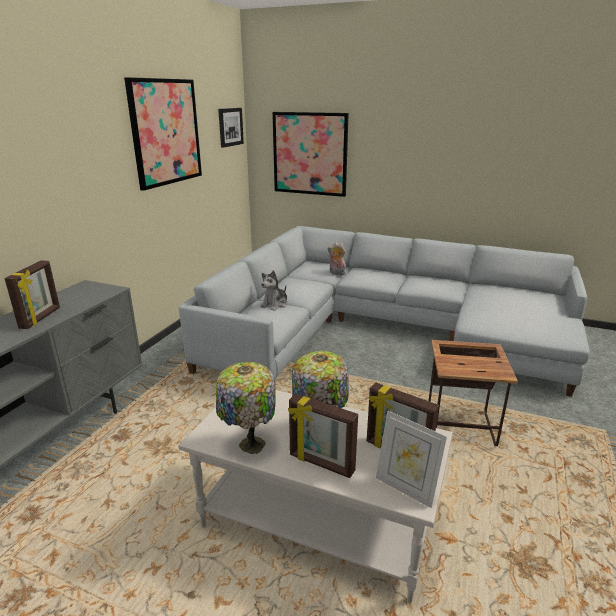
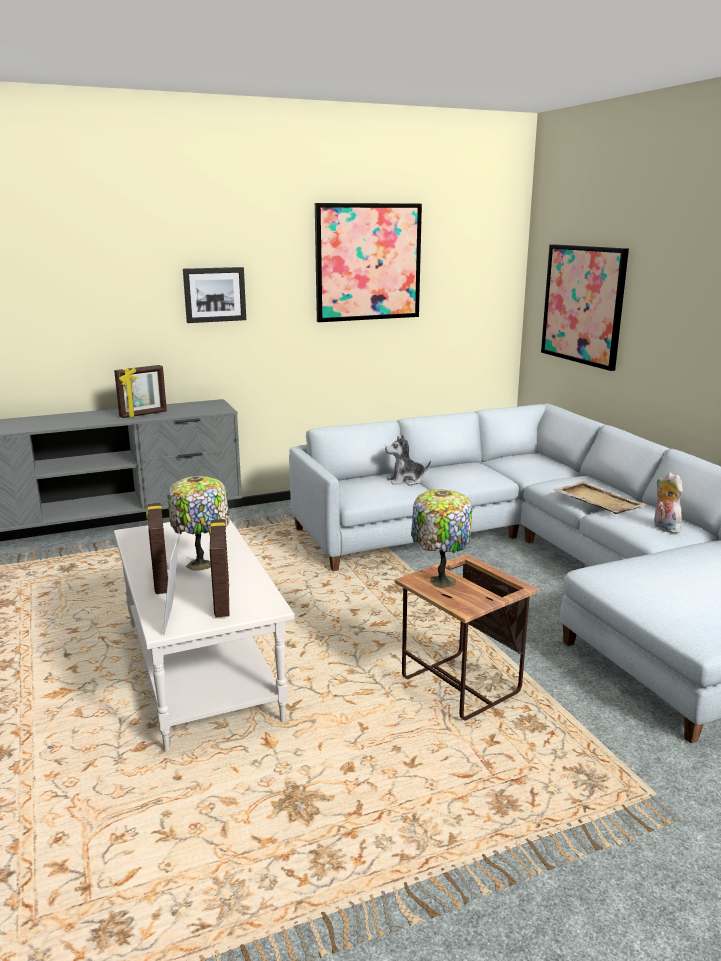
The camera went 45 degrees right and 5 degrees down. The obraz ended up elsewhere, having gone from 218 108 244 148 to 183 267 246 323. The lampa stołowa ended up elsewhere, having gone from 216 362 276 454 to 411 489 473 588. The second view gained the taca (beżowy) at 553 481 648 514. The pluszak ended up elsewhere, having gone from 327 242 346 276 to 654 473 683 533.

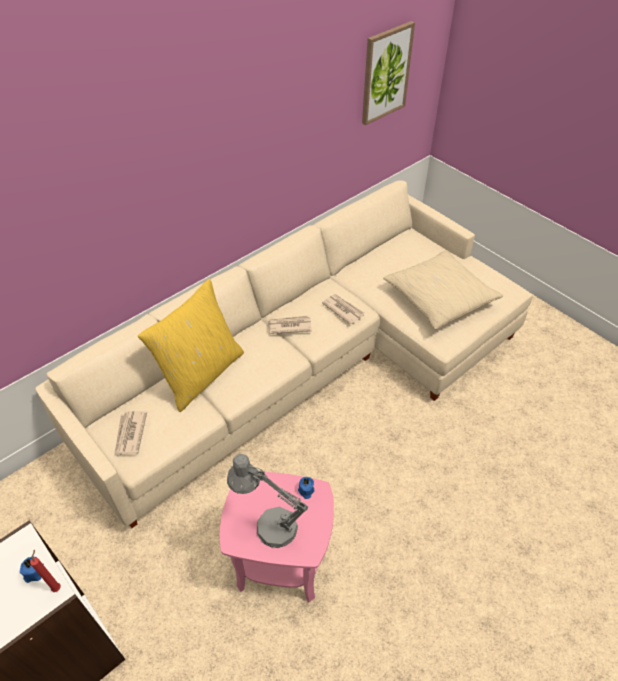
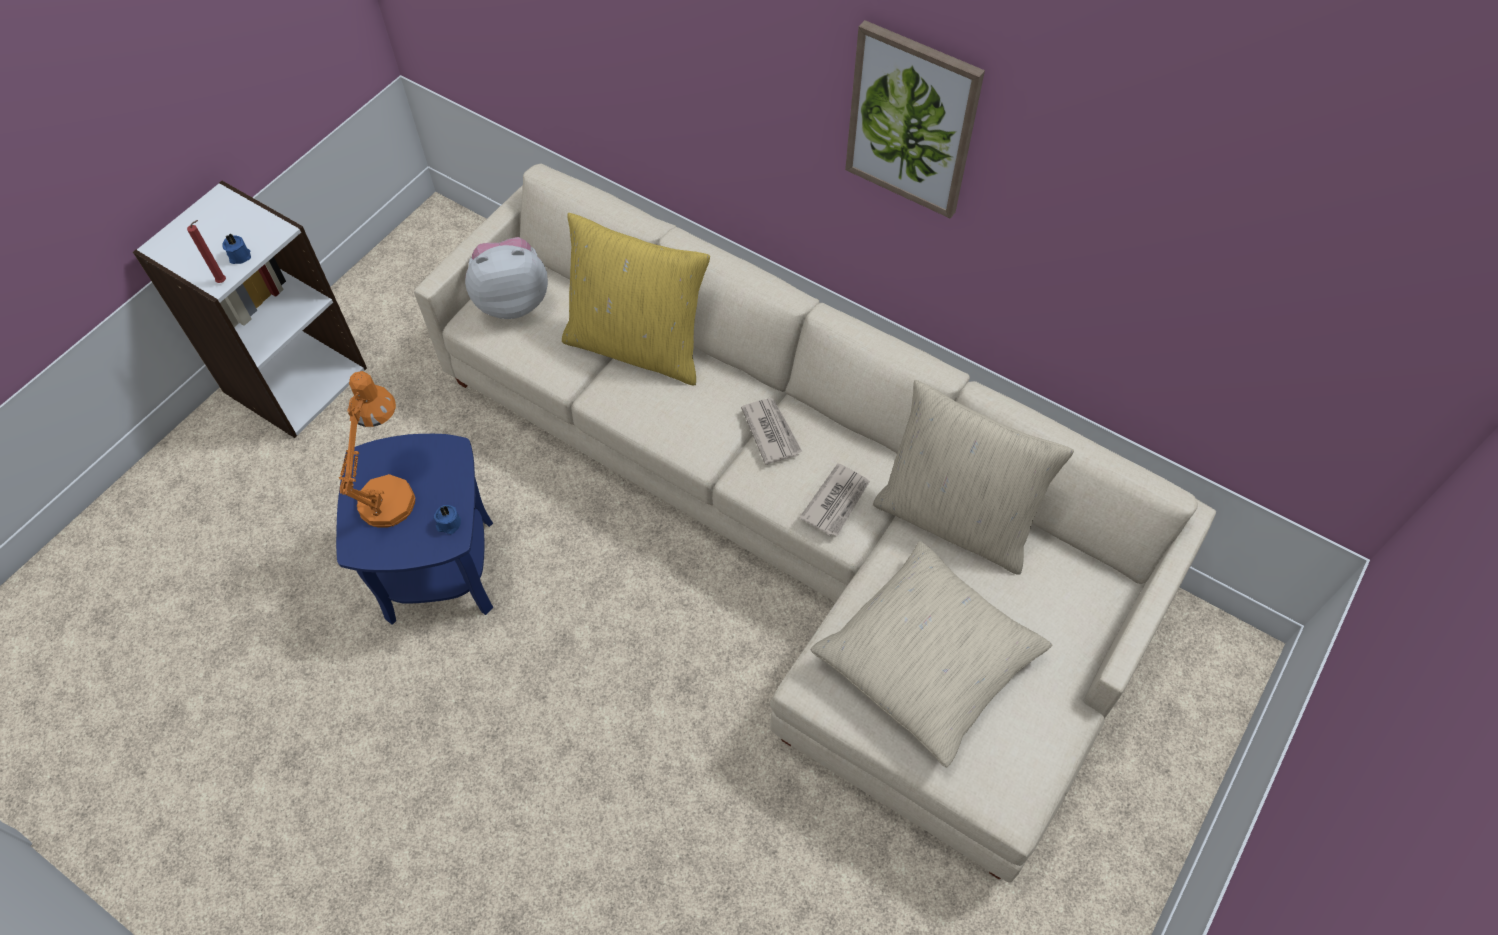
The camera went 75 degrees right and 10 degrees up. What was the stolik (różowy) at 220 472 334 602 turned into the stolik (niebieski) at 336 434 493 625. What was the lampa stołowa (szary) at 227 454 308 548 turned into the lampa stołowa (pomarańczowy) at 339 371 415 528. Where the gazeta stood at 114 411 147 456, the pluszak came to stand at 465 237 548 319. The obraz ended up elsewhere, having gone from 362 21 415 125 to 845 20 985 219. The second view gained the poduszka (beżowy) at 873 380 1074 575.

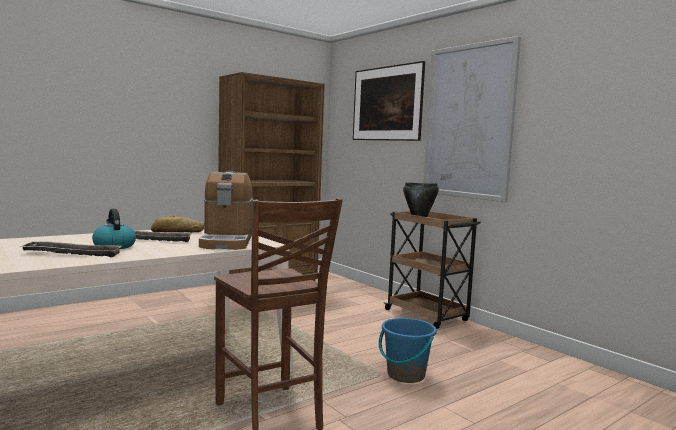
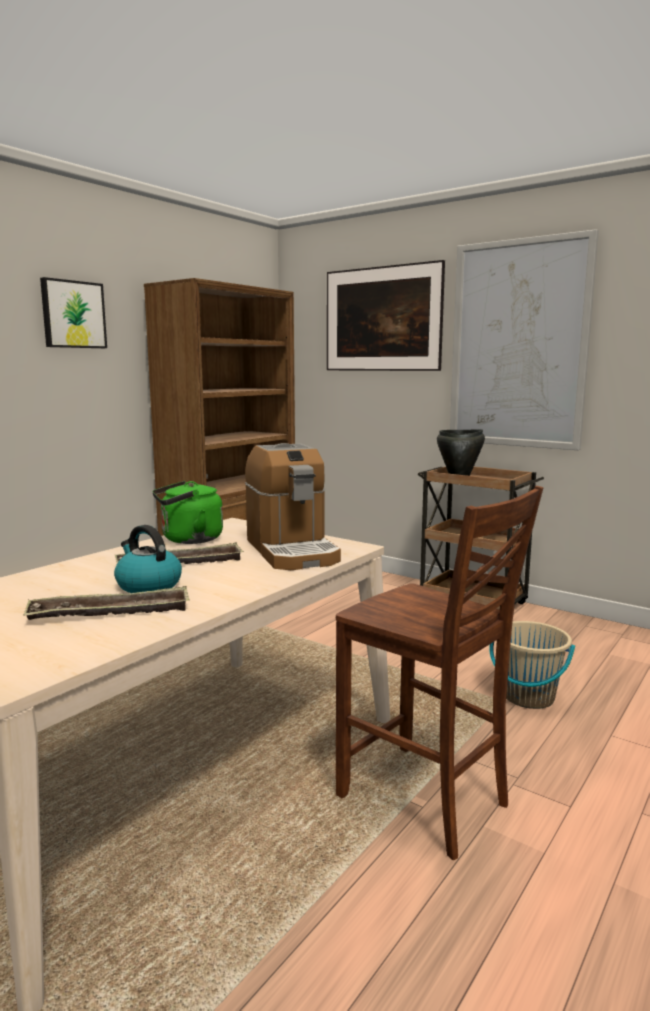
The camera went 15 degrees left and 5 degrees up. The second view gained the obraz at 40 277 107 348. Where the chleb stood at 151 216 204 232, the czajnik (zielony) came to stand at 152 481 223 544. What was the wiadro (niebieski) at 379 318 437 383 turned into the wiadro (beżowy) at 489 621 575 709.

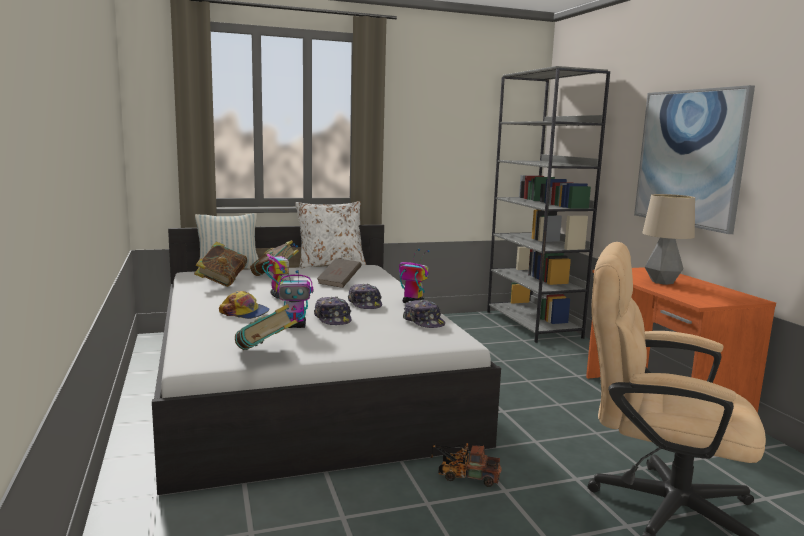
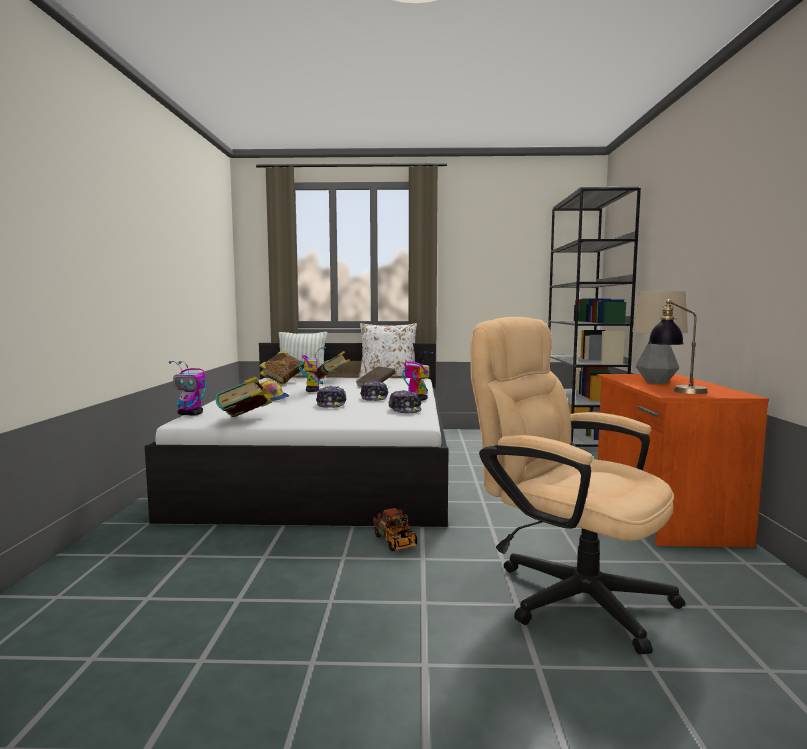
The camera went 20 degrees right and 5 degrees down. The robot zabawkowy ended up elsewhere, having gone from 277 270 313 328 to 169 361 206 416. The ciężarówka zabawkowa at 430 443 502 487 ended up facing another way, 150 degrees counterclockwise from before. The second view gained the lampa stołowa at 648 299 708 394. The second view lost the obraz at 634 85 755 234.

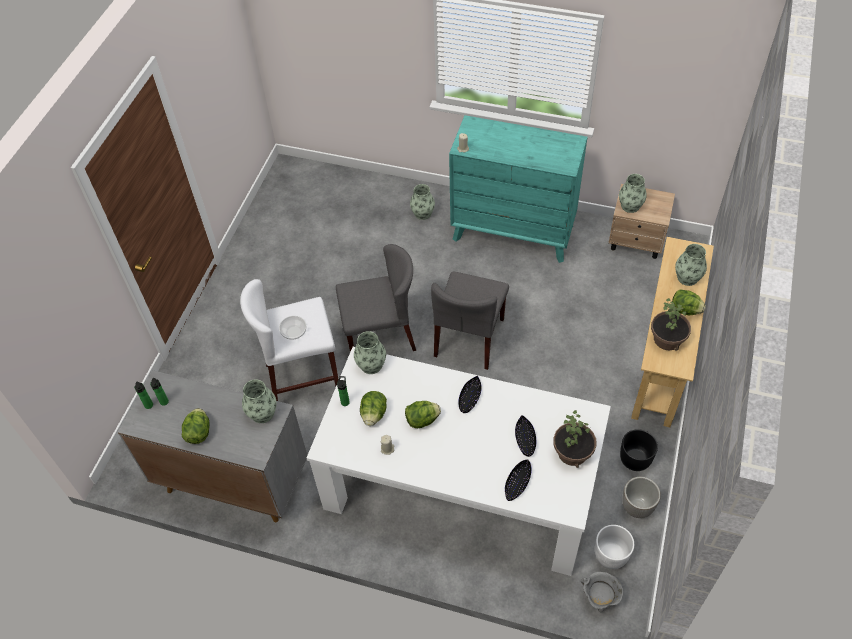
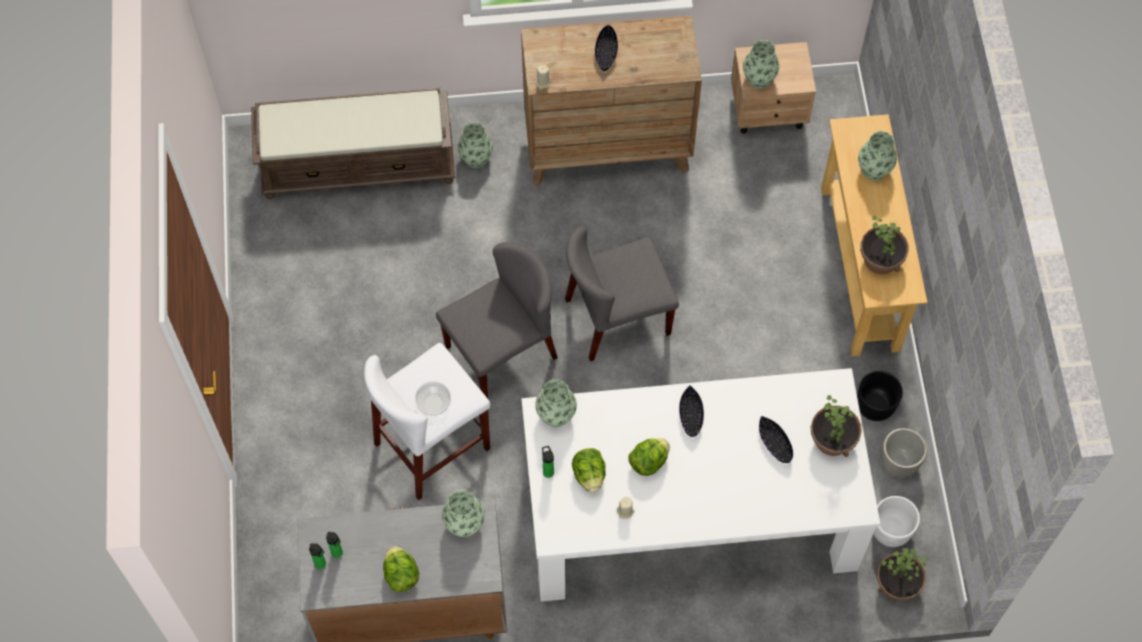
The camera went 25 degrees left and 10 degrees up. The second view gained the ławka (brązowy) at 251 87 455 199. What was the komoda (turkusowy) at 449 115 587 263 turned into the komoda (brązowy) at 521 15 702 186. The krzesło (szary) at 431 272 509 370 ended up facing another way, 75 degrees clockwise from before. The miska (czarny) ended up elsewhere, having gone from 505 459 532 501 to 595 25 618 71. Where the garnek (szary) stood at 581 572 623 612, the roślina doniczkowa came to stand at 877 548 929 600. The second view lost the sałata at 672 289 706 315.

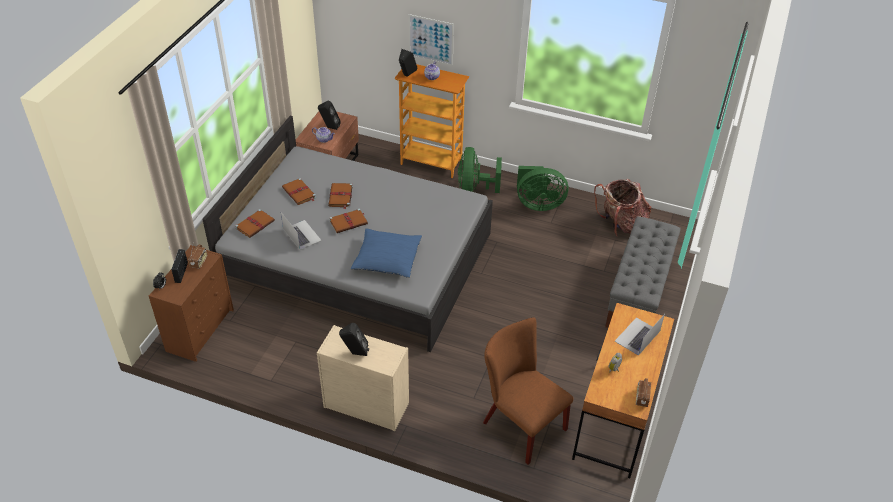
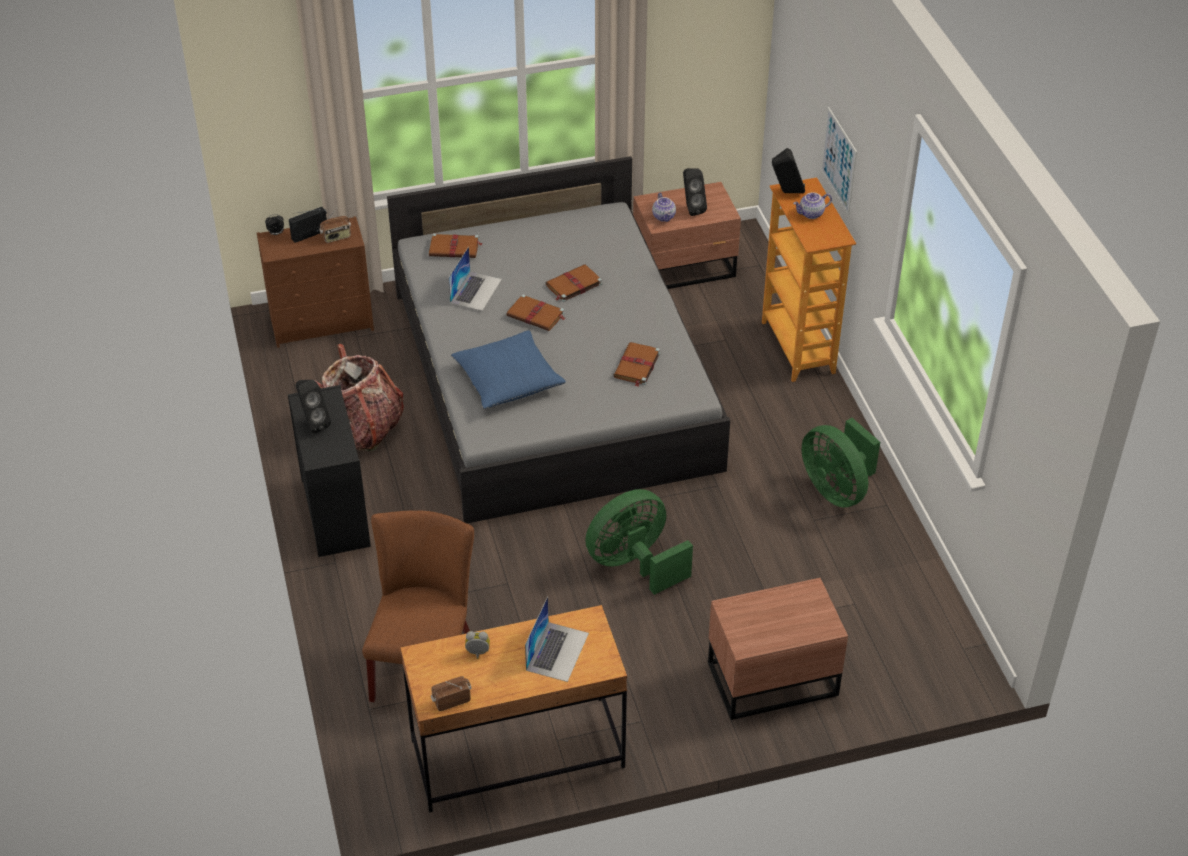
The camera went 55 degrees right and 0 degrees up. What was the komoda (beżowy) at 317 325 409 431 turned into the komoda (czarny) at 288 385 371 557. The plecak ended up elsewhere, having gone from 594 178 651 237 to 314 344 404 451. The laptop at 615 314 665 356 ended up facing another way, 105 degrees clockwise from before. The wentylator (zielony) ended up elsewhere, having gone from 458 147 502 193 to 585 489 693 595. The książka (brązowy) ended up elsewhere, having gone from 282 178 316 205 to 613 342 660 386. Where the ławka (szary) stood at 605 217 681 328, the szafka nocna (brązowy) came to stand at 708 578 848 720.

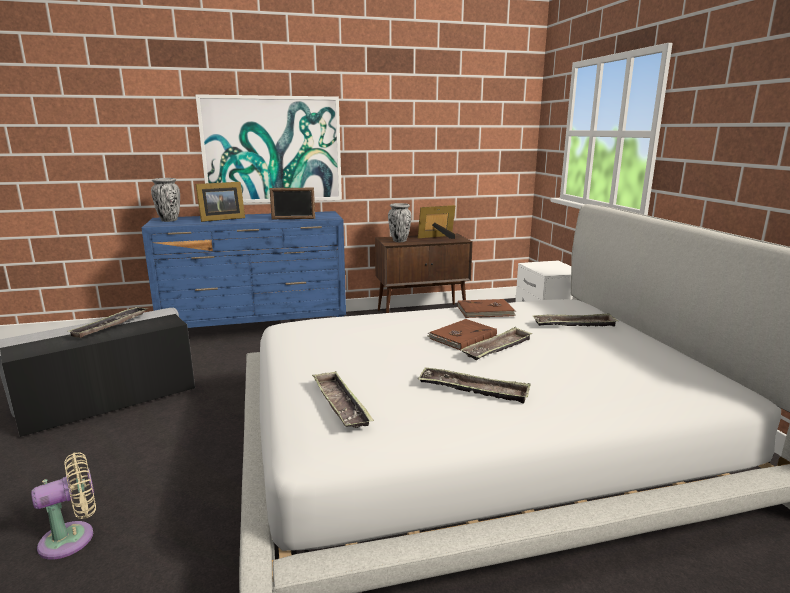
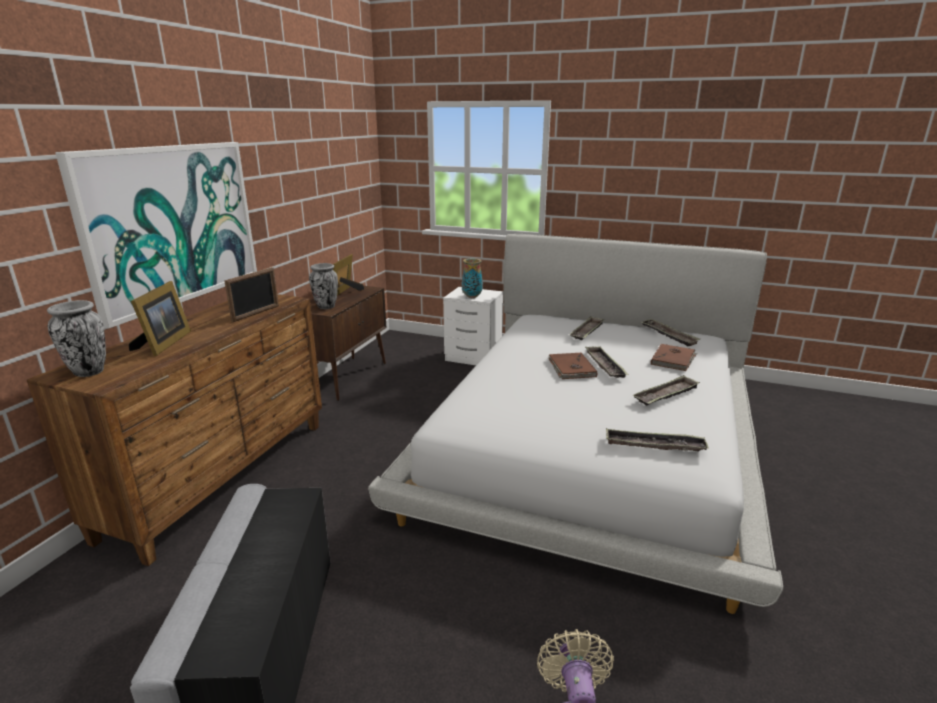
The camera went 55 degrees left and 5 degrees up. What was the komoda (niebieski) at 142 211 346 328 turned into the komoda (brązowy) at 27 294 322 566. The second view gained the wazon at 462 258 483 298. The taca ended up elsewhere, having gone from 69 307 147 338 to 641 319 700 346. The książka (brązowy) ended up elsewhere, having gone from 458 299 517 318 to 651 344 697 371.

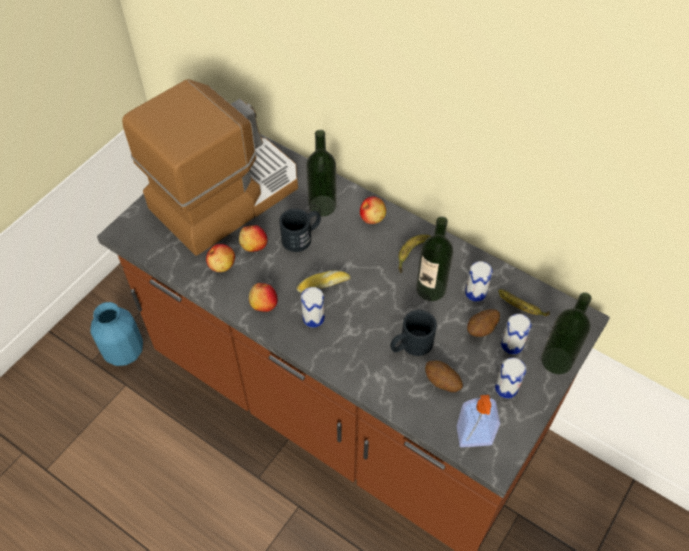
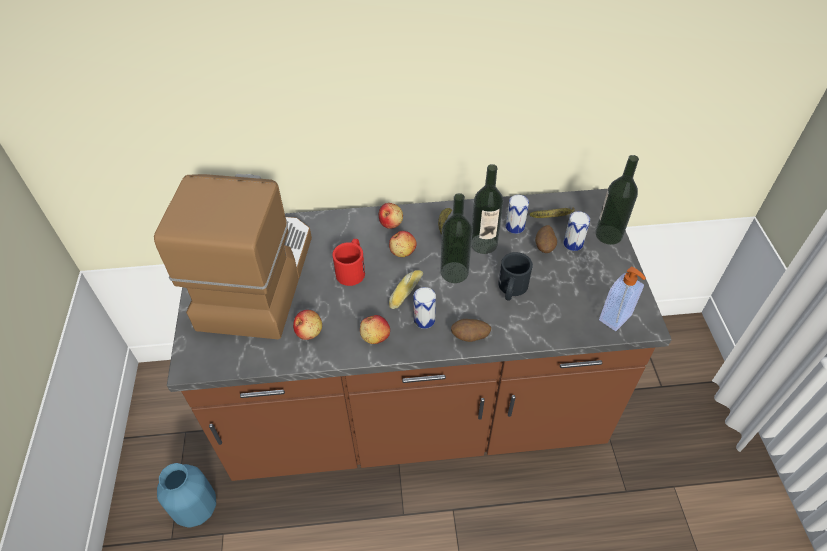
The camera went 40 degrees left and 5 degrees down. What was the kubek (czarny) at 279 208 321 252 turned into the kubek (czerwony) at 332 239 365 286. The jabłko ended up elsewhere, having gone from 239 225 267 252 to 389 231 417 257. The butelka ended up elsewhere, having gone from 306 130 337 217 to 440 193 473 283. The ziemniak ended up elsewhere, having gone from 425 361 463 392 to 451 319 491 342. The second view lost the puszka at 495 358 526 399.

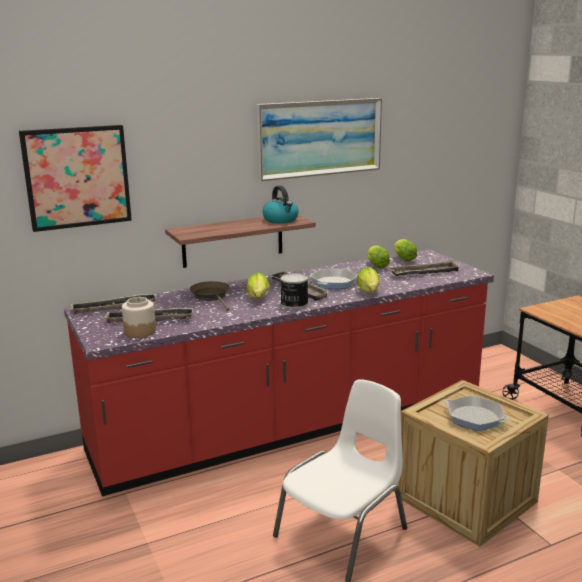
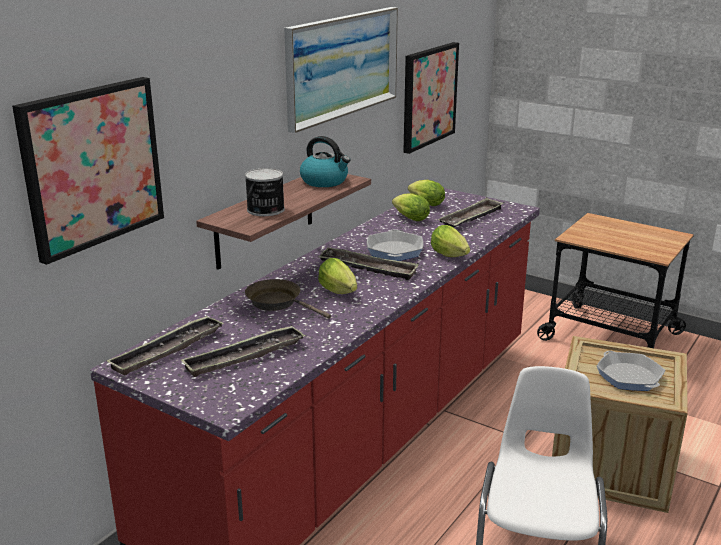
The camera went 30 degrees left and 5 degrees up. The puszka ended up elsewhere, having gone from 280 273 308 309 to 245 168 285 216. The second view gained the obraz at 403 42 459 154. The patelnia at 444 396 509 431 ended up facing another way, 60 degrees clockwise from before. The second view lost the słoik at 122 297 156 338.

